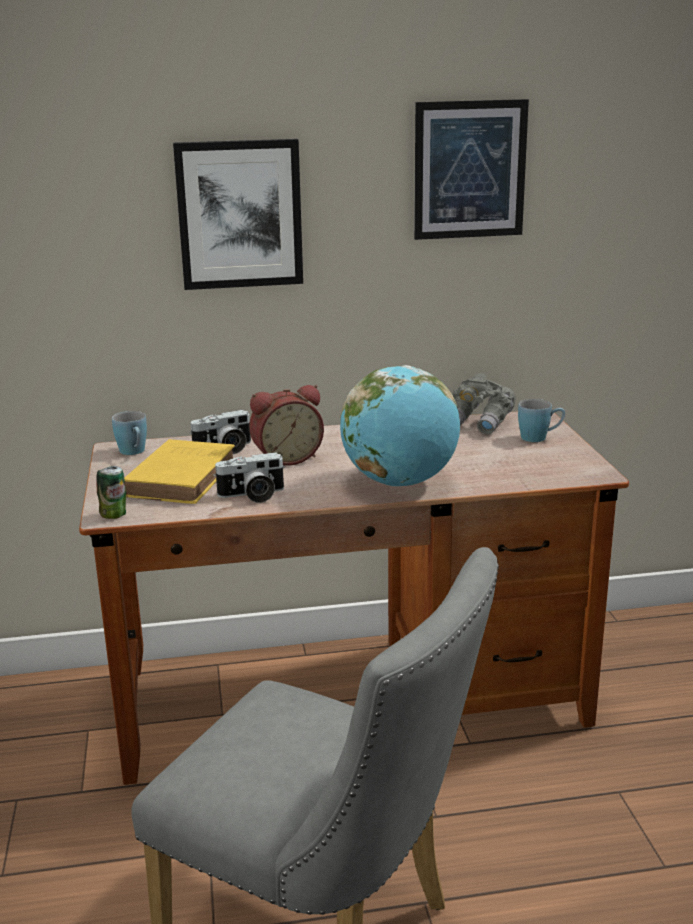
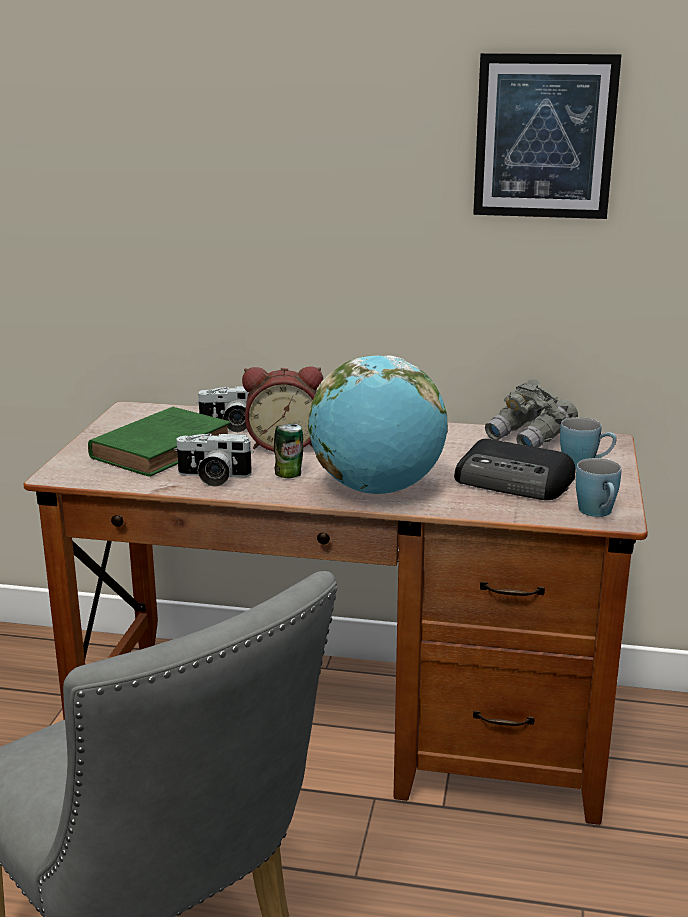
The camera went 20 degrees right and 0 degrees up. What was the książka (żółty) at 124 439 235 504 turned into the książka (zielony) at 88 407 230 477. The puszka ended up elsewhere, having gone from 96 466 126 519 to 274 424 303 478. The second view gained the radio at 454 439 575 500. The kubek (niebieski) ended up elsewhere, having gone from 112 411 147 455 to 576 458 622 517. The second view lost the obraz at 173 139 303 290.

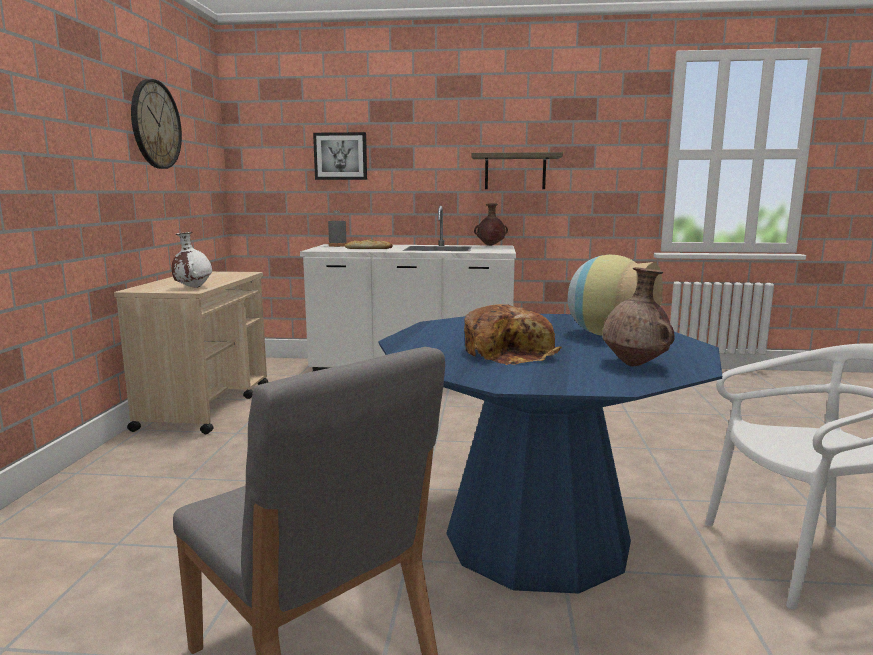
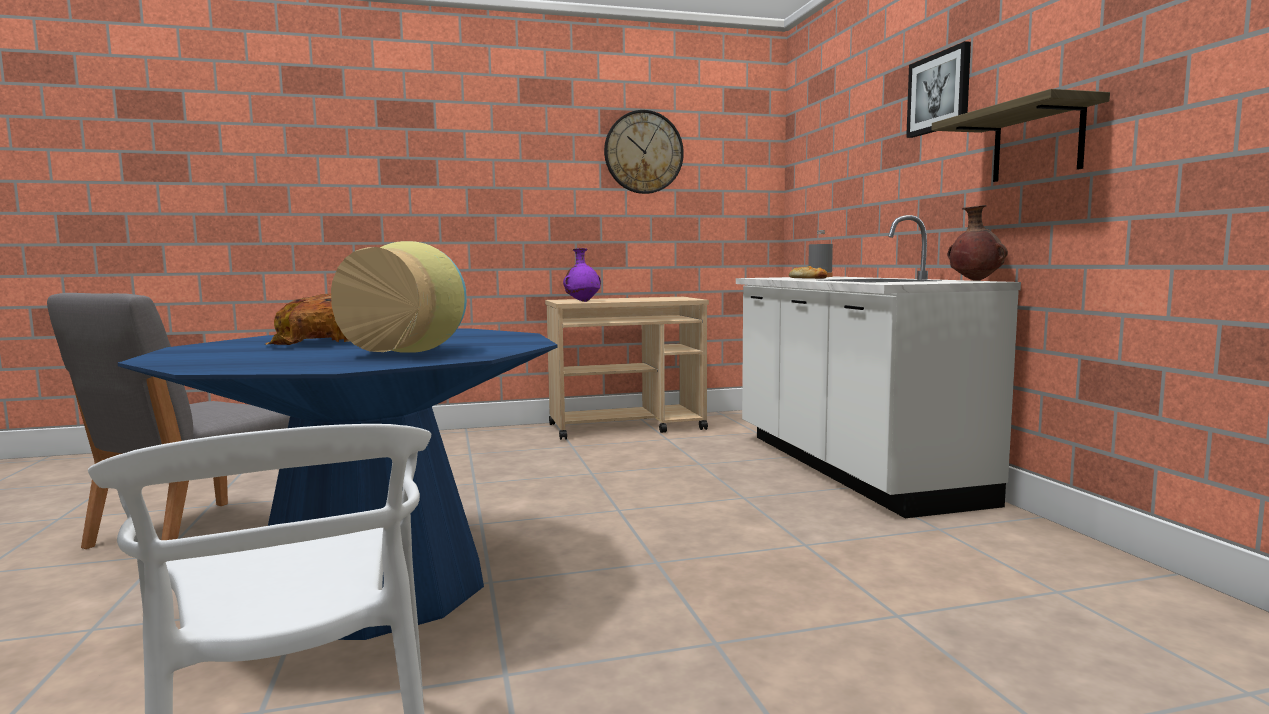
The camera went 70 degrees right and 5 degrees down. What was the wazon (biały) at 172 232 212 288 turned into the wazon (fioletowy) at 563 248 601 302. The obraz ended up elsewhere, having gone from 313 132 367 180 to 906 41 971 138. The second view lost the wazon (brązowy) at 603 267 675 366.

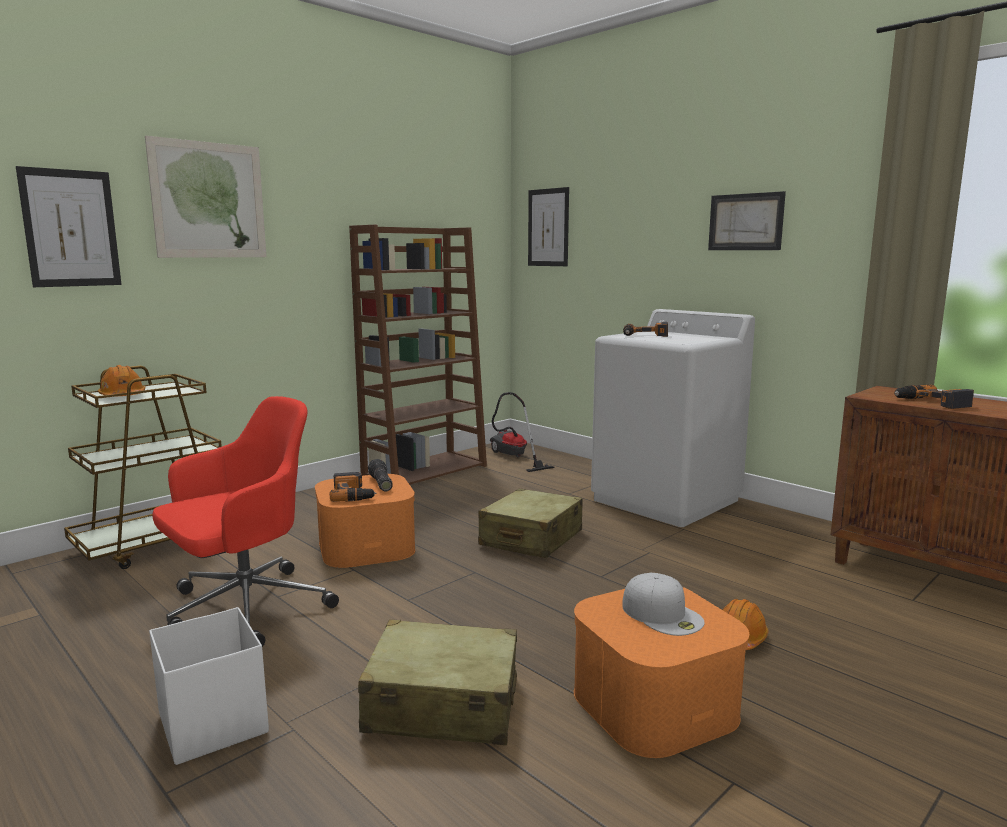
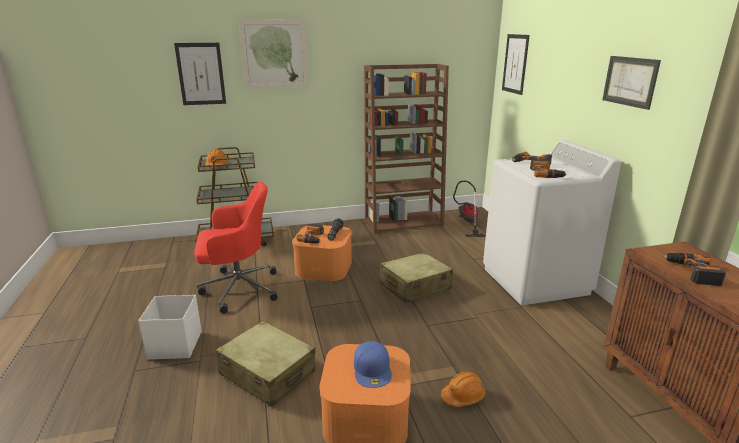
The camera went 30 degrees right and 10 degrees up. What was the czapka z daszkiem (biały) at 622 573 705 636 turned into the czapka z daszkiem (niebieski) at 354 341 392 388. The second view gained the wiertarka at 530 159 567 178.

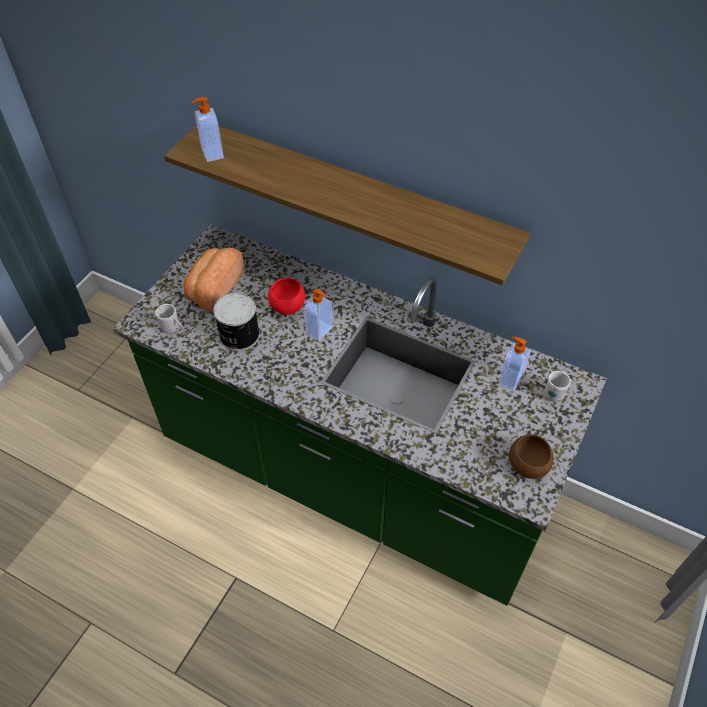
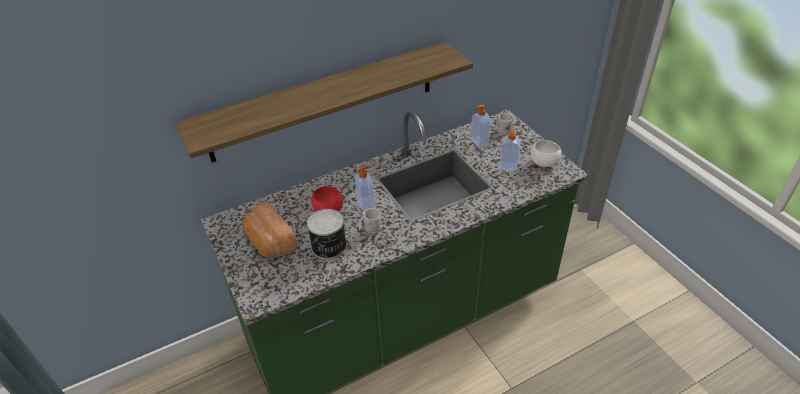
The camera went 55 degrees left and 10 degrees down. The kubek (biały) ended up elsewhere, having gone from 155 302 183 334 to 362 208 387 234. The dozownik mydła ended up elsewhere, having gone from 192 97 224 162 to 499 128 521 171. What was the miska (brązowy) at 509 434 554 479 turned into the miska (biały) at 530 140 562 167.

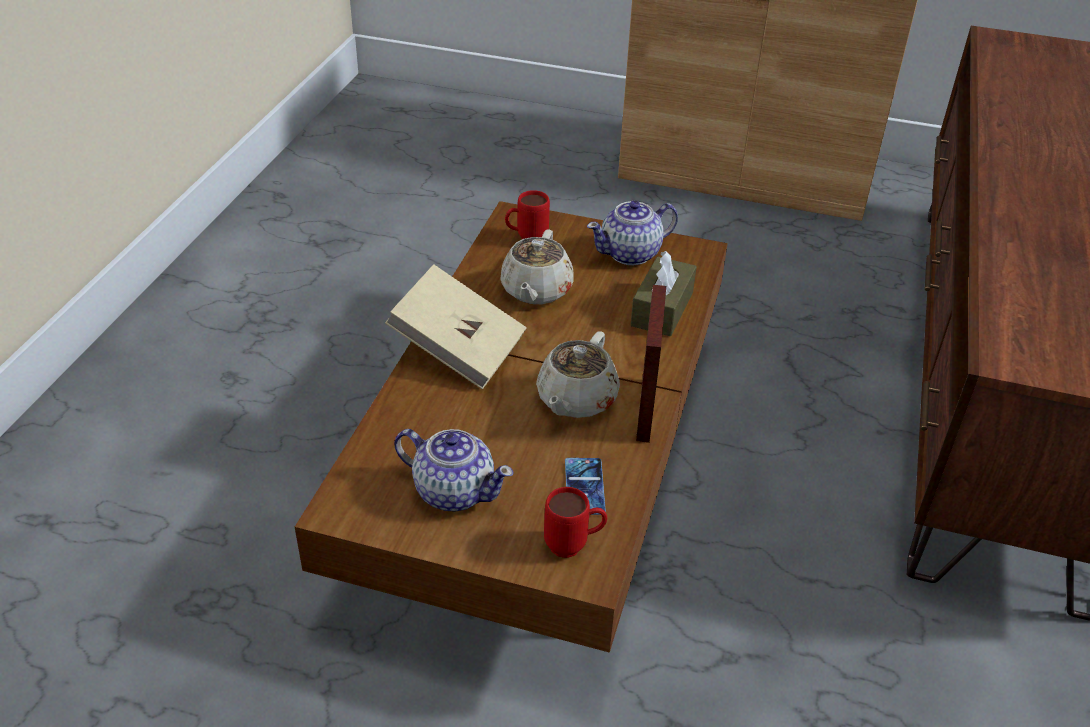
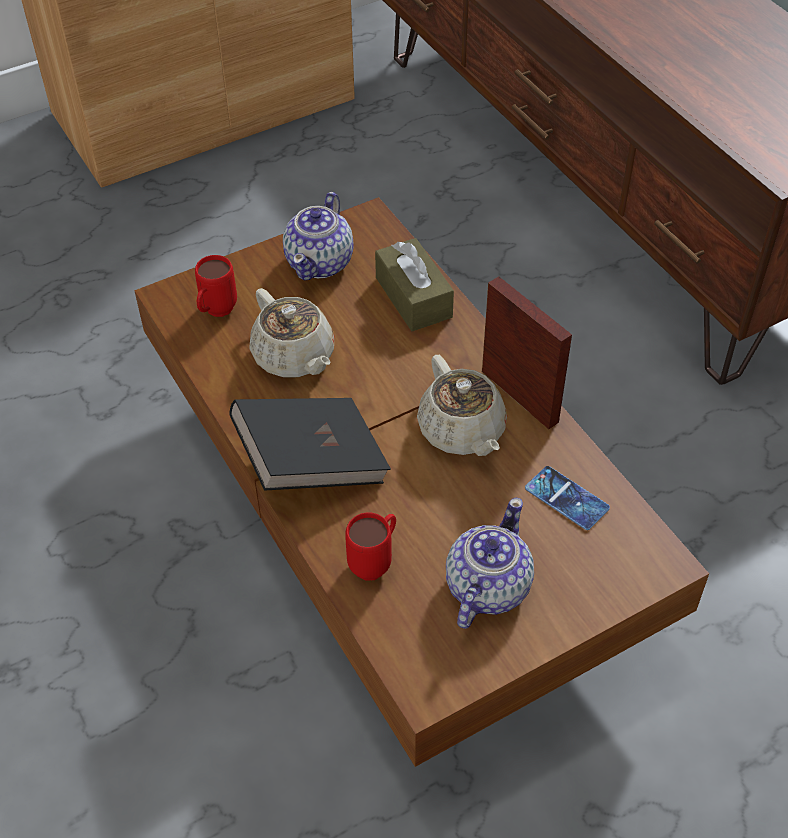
The camera went 45 degrees left and 10 degrees up. What was the książka (beżowy) at 385 264 527 389 turned into the książka (czarny) at 229 398 391 490. The kubek (czerwony) ended up elsewhere, having gone from 544 487 607 558 to 345 512 396 581. The imbryk at 394 429 514 512 ended up facing another way, 45 degrees counterclockwise from before.

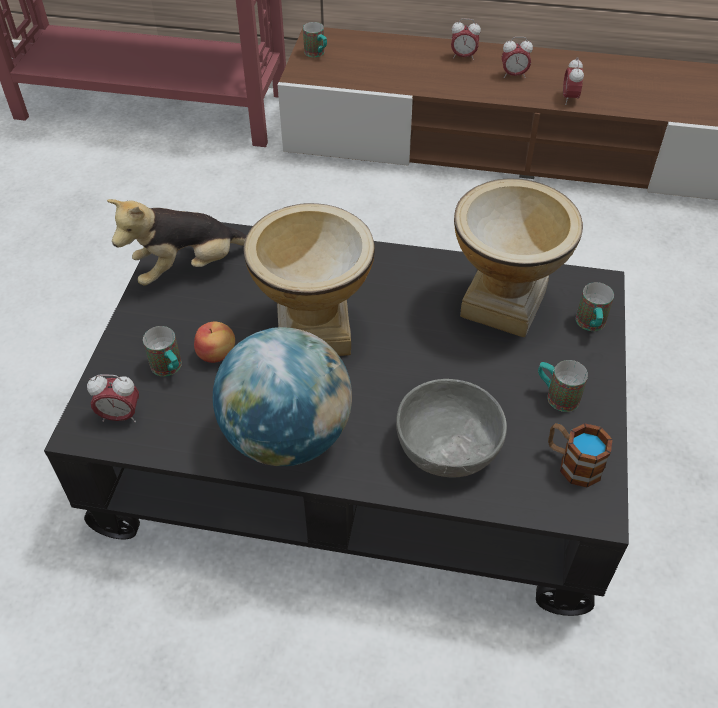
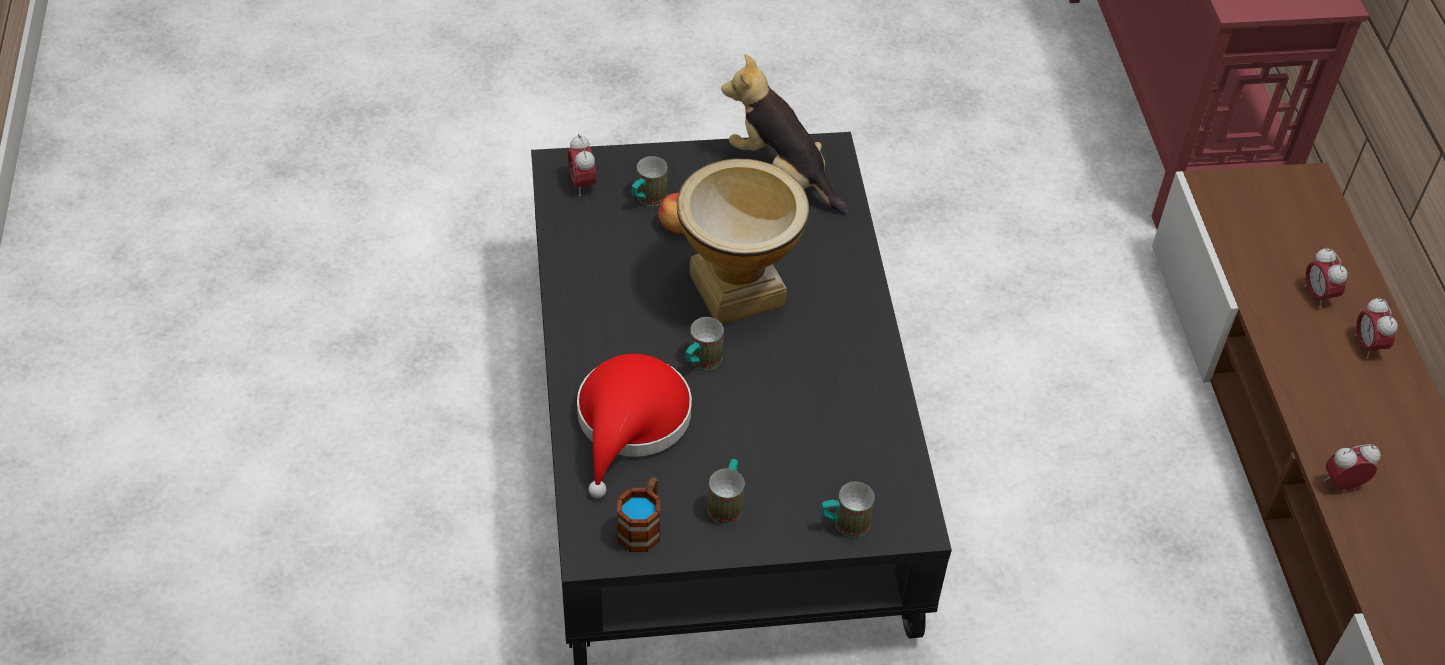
The camera went 70 degrees right and 0 degrees up. Where the miska (szary) stood at 396 379 507 477, the kapelusz (czerwony) came to stand at 577 354 692 498. The kubek ended up elsewhere, having gone from 303 22 327 57 to 685 317 724 370. The budzik ended up elsewhere, having gone from 502 37 533 78 to 1305 247 1348 308. The second view lost the globus at 213 327 352 466. The second view lost the wazon at 454 178 583 337.

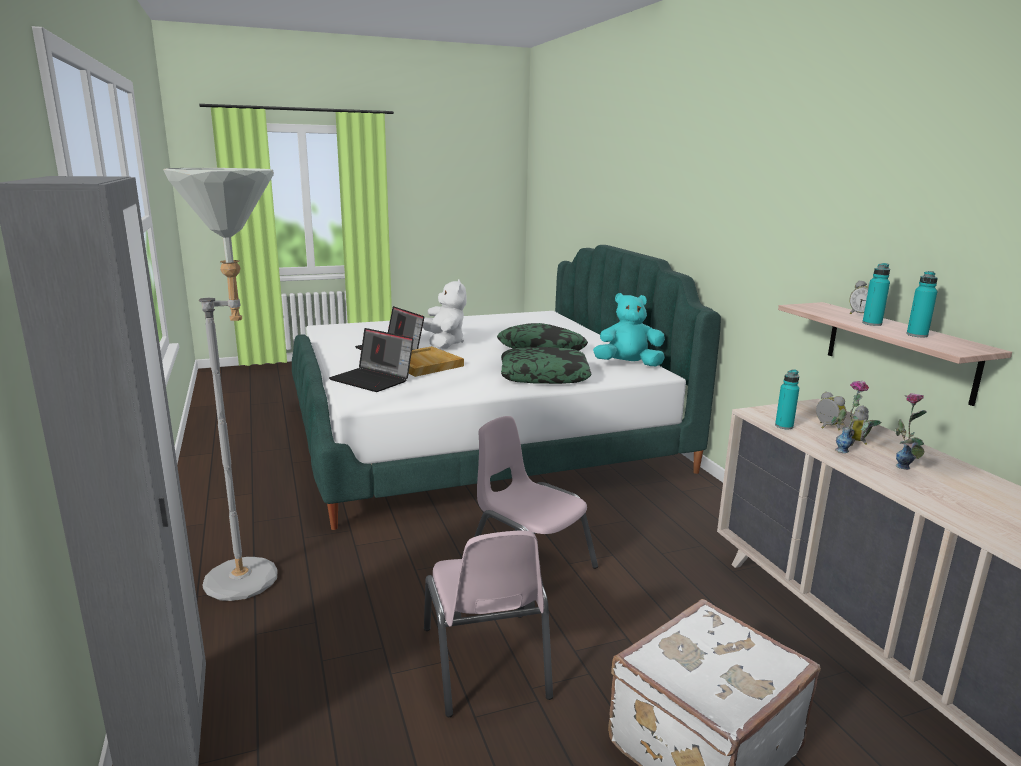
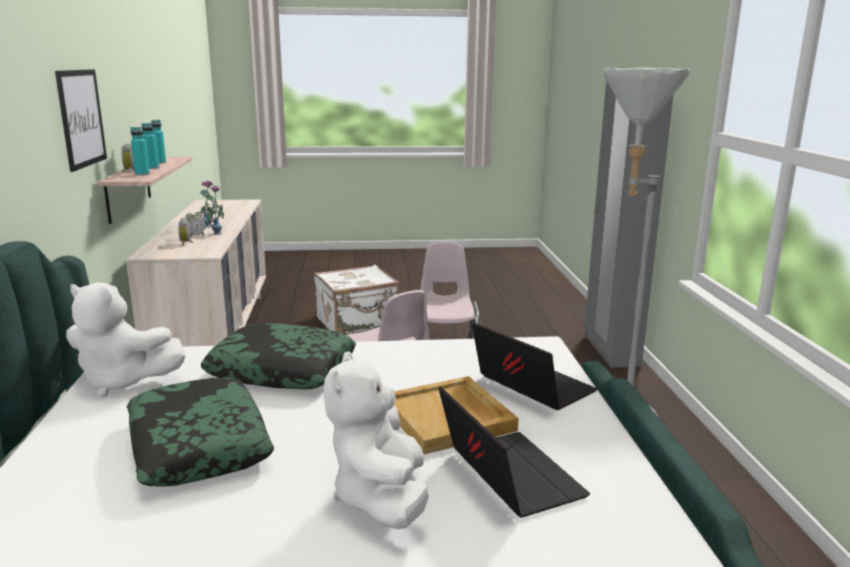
The camera went 165 degrees left and 0 degrees up. The second view gained the obraz at 55 69 107 172. What was the pluszak (turkusowy) at 593 293 665 366 turned into the pluszak (biały) at 66 282 186 397. The butelka (turkusowy) ended up elsewhere, having gone from 775 369 799 429 to 130 127 150 176.

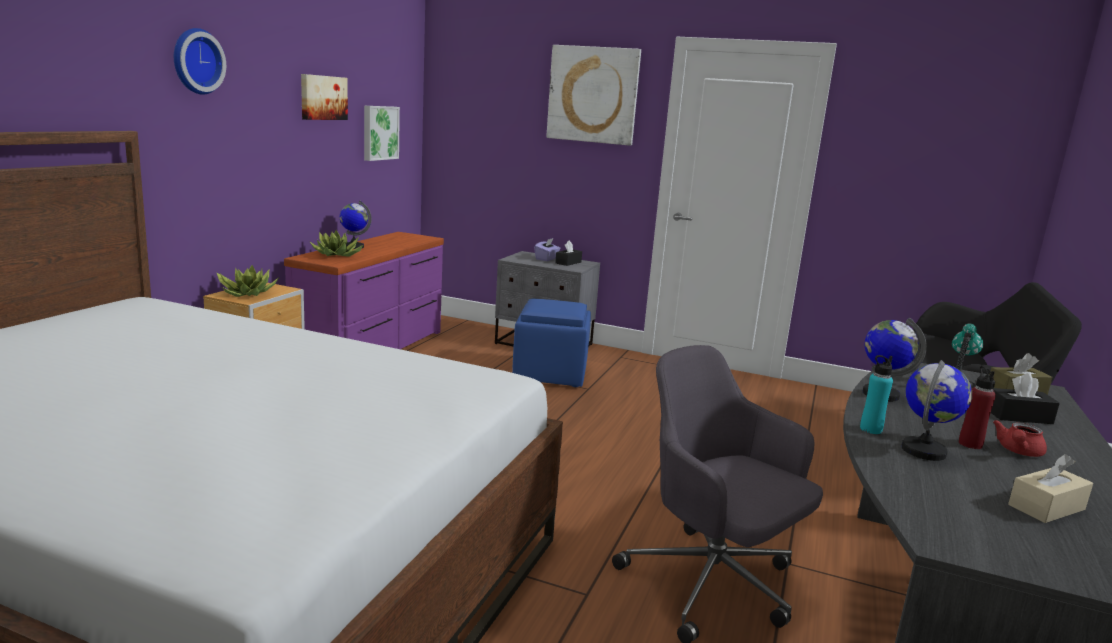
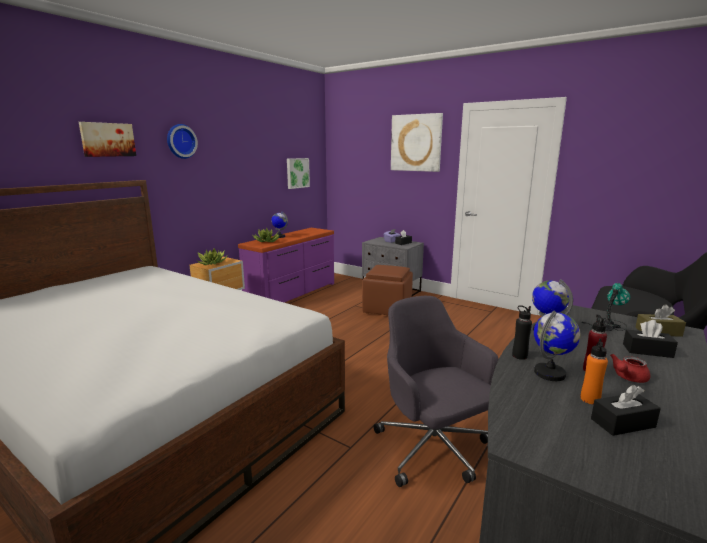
The camera went 15 degrees right and 0 degrees up. The obraz ended up elsewhere, having gone from 301 74 348 120 to 79 122 136 157. What was the pufa (niebieski) at 512 299 591 387 turned into the pufa (brązowy) at 362 265 413 315. What was the butelka (turkusowy) at 860 355 893 434 turned into the butelka (czarny) at 512 305 532 360. The second view gained the butelka (pomarańczowy) at 580 338 608 405. What was the pudełko chusteczek (beżowy) at 1008 454 1093 523 turned into the pudełko chusteczek (czarny) at 591 385 661 436.

